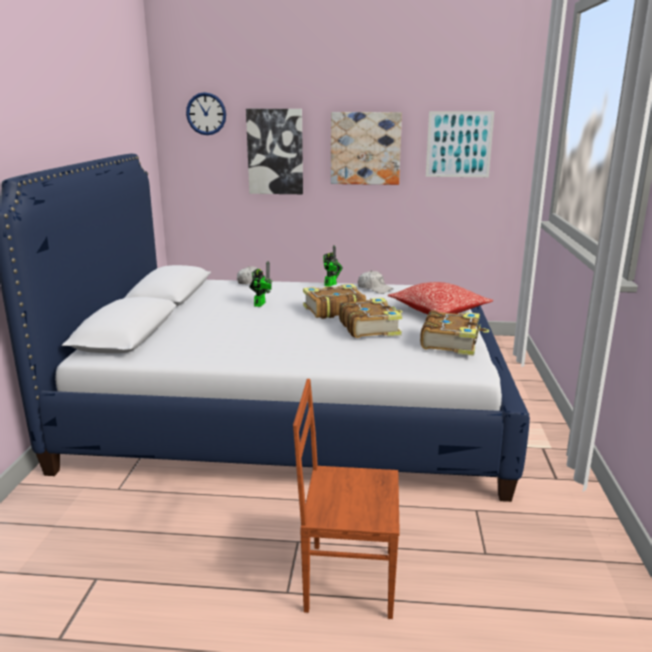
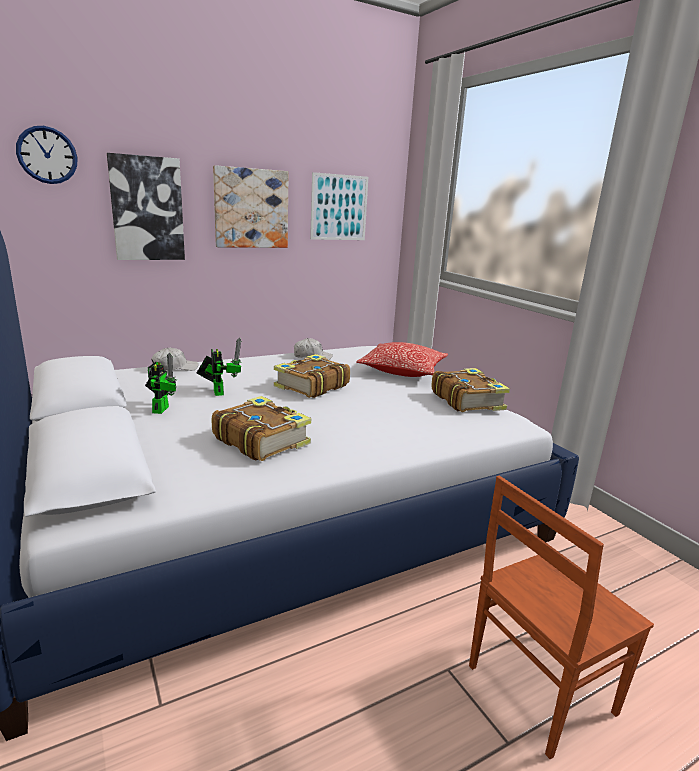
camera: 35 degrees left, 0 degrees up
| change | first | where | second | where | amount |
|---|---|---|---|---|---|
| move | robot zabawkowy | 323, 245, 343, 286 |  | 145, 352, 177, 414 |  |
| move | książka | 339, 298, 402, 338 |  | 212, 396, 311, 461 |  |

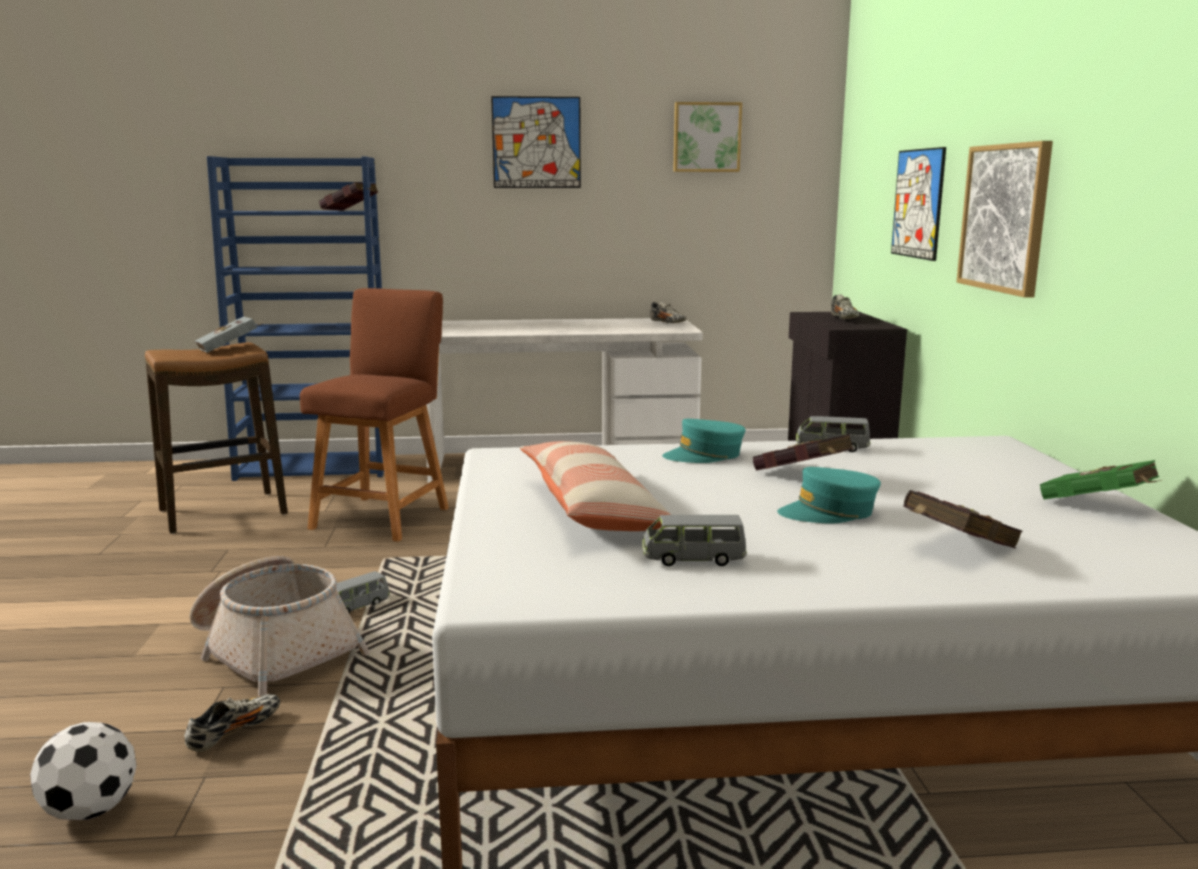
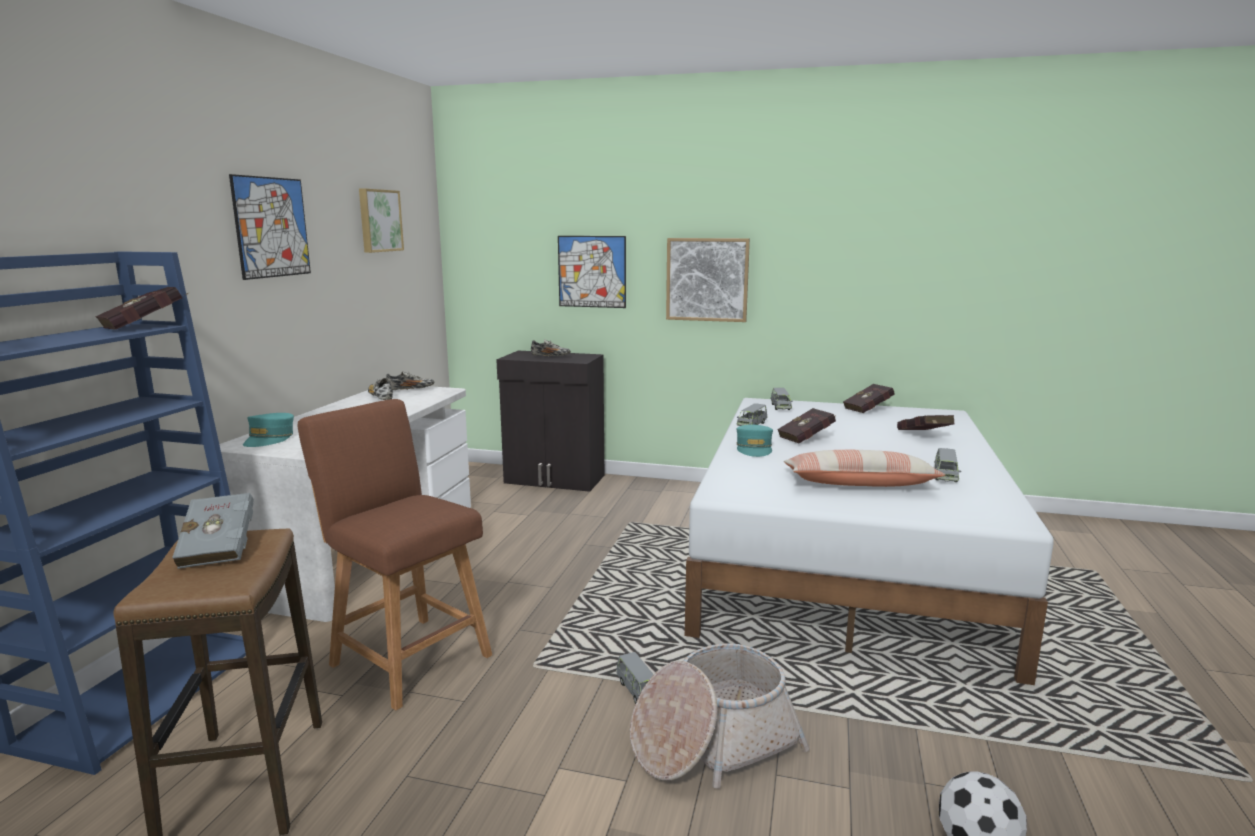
camera: 70 degrees left, 0 degrees up
| change | first | where | second | where | amount |
|---|---|---|---|---|---|
| insert |  |  | samochodzik [szary] | 771, 388, 793, 410 |  |
| move | but | 185, 694, 280, 752 |  | 368, 378, 393, 400 |  |
| move | czapka z daszkiem [turkusowy] | 777, 467, 881, 524 |  | 243, 413, 294, 447 |  |
| recolor | książka [zielony] | 1040, 460, 1163, 499 | książka [czerwony] | 843, 384, 895, 413 |  |

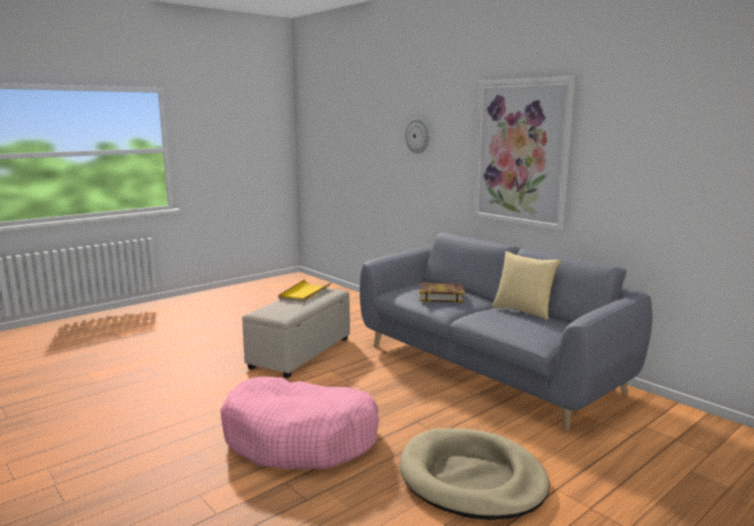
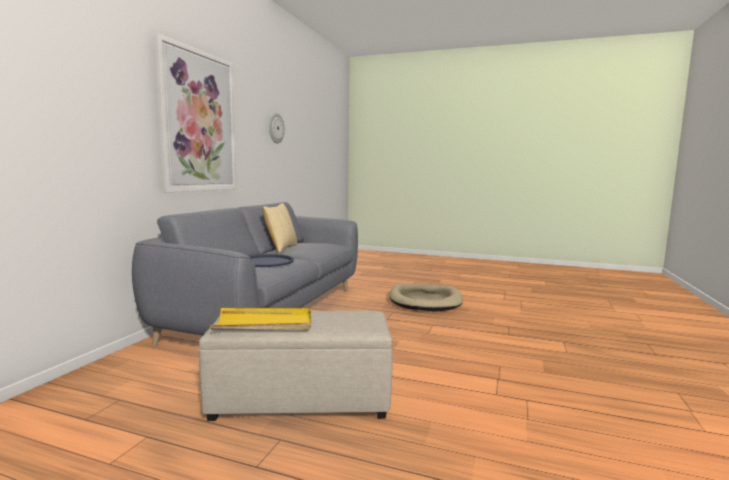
camera: 120 degrees left, 5 degrees down
| change | first | where | second | where | amount |
|---|---|---|---|---|---|
| delete | legowisko [różowy] | 220, 377, 379, 469 |  |  |  |
| move | zegar ścienny | 405, 119, 429, 154 |  | 269, 113, 285, 143 |  |
| replace | książka | 419, 283, 465, 303 | taca [niebieski] | 249, 254, 294, 267 |  |

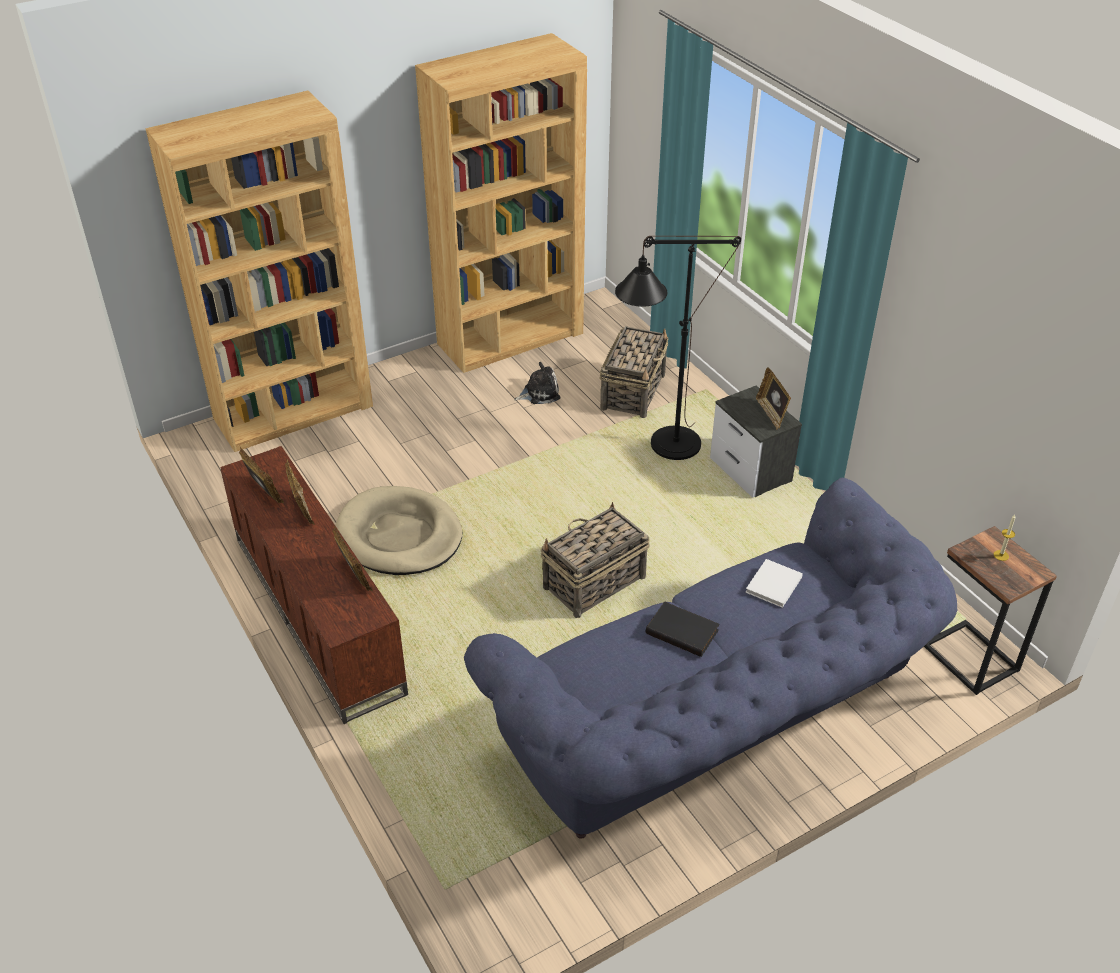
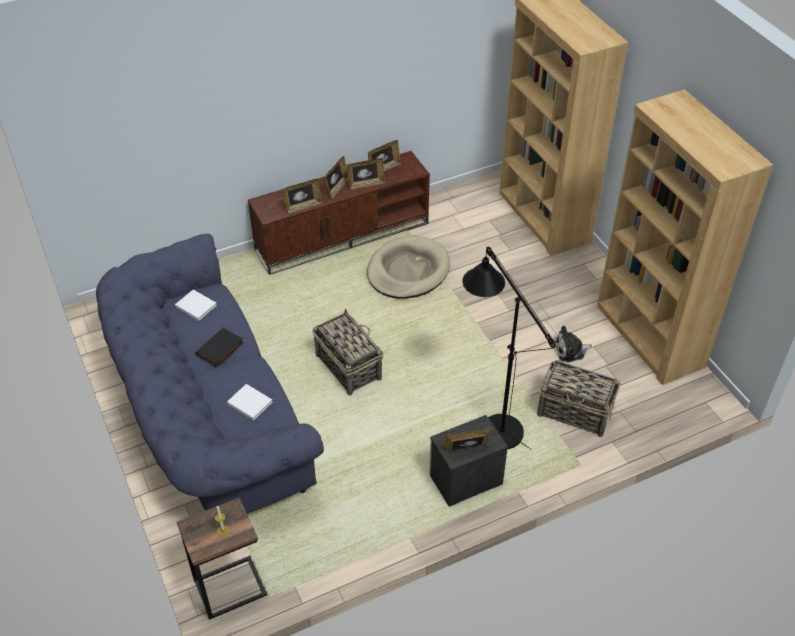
camera: 95 degrees right, 5 degrees up
| change | first | where | second | where | amount |
|---|---|---|---|---|---|
| insert |  |  | książka [biały] | 175, 290, 217, 321 |  |
| insert |  |  | ramka na zdjęcie | 325, 156, 348, 199 |  |
| rotate | pluszak | 514, 362, 561, 404 |  | 555, 325, 592, 362 | 90 degrees clockwise |

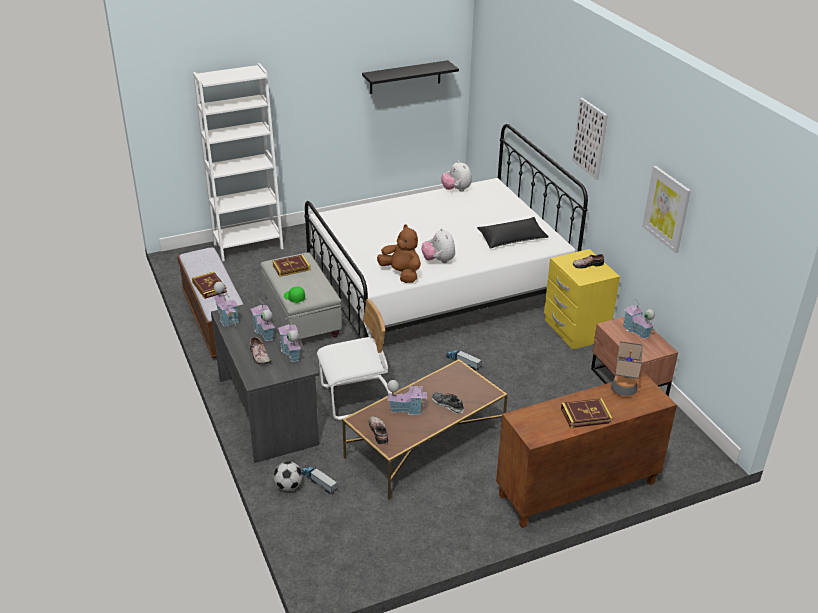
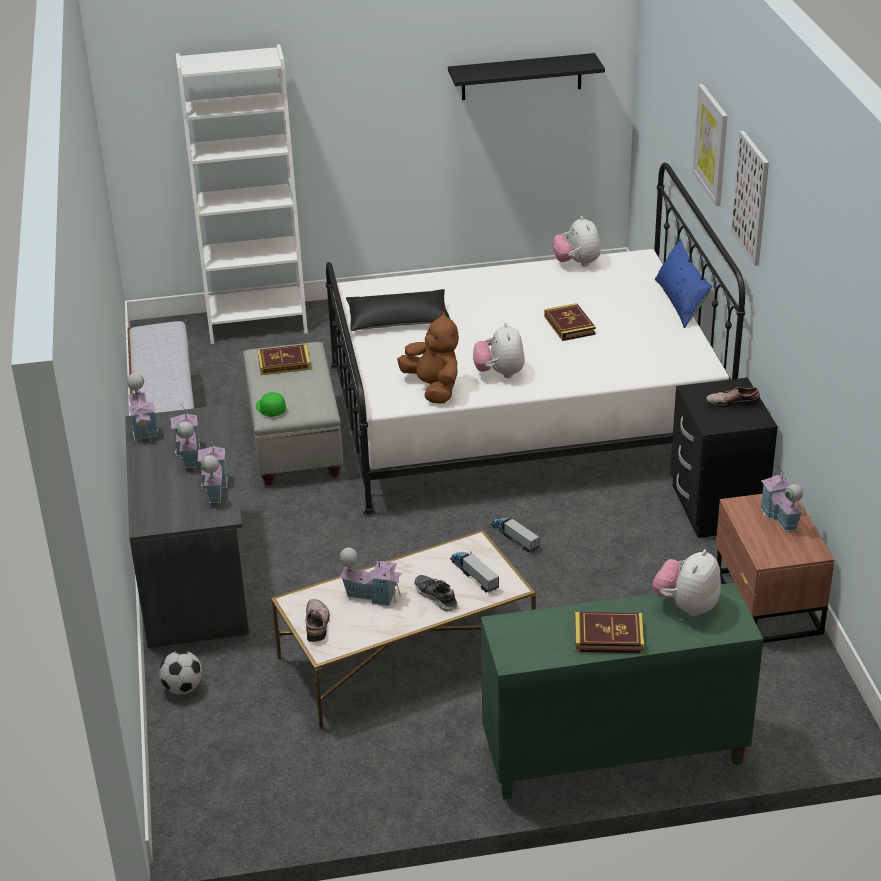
camera: 15 degrees right, 0 degrees up
| change | first | where | second | where | amount |
|---|---|---|---|---|---|
| delete | but | 250, 337, 271, 365 |  |  |  |
| delete | krzesło [biały] | 317, 299, 392, 420 |  |  |  |
| insert |  |  | poduszka [niebieski] | 655, 239, 712, 328 |  |
| move | książka | 192, 272, 227, 299 |  | 544, 303, 596, 341 |  |
| move | ciężarówka zabawkowa | 302, 467, 337, 494 |  | 450, 552, 499, 592 |  |
| move | poduszka [czarny] | 477, 217, 549, 248 |  | 346, 289, 450, 331 |  |
| move | obraz | 642, 166, 691, 253 |  | 692, 84, 727, 206 |  |
| replace | lampa stołowa | 611, 341, 643, 397 | pluszak | 652, 549, 721, 617 |  |
| recolor | ława [brązowy] | 342, 359, 508, 500 | ława [biały] | 271, 530, 536, 729 |  |
| recolor | szafka [brązowy] | 496, 373, 677, 528 | szafka [zielony] | 481, 583, 764, 800 |  |
| recolor | szafka nocna [żółty] | 544, 249, 620, 350 | szafka nocna [czarny] | 670, 377, 778, 538 |  |

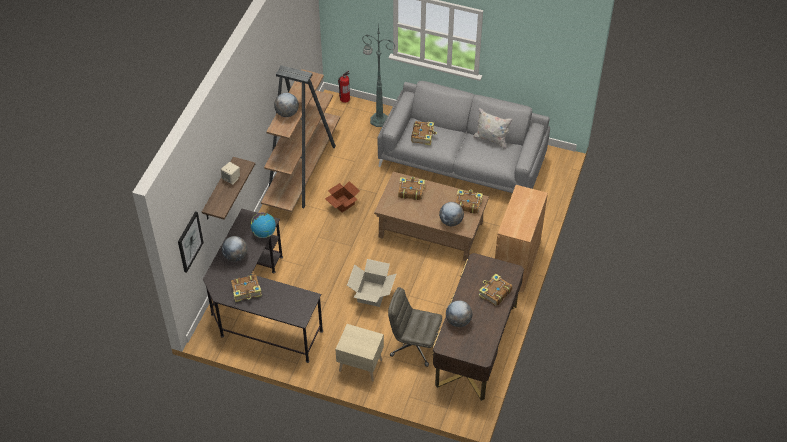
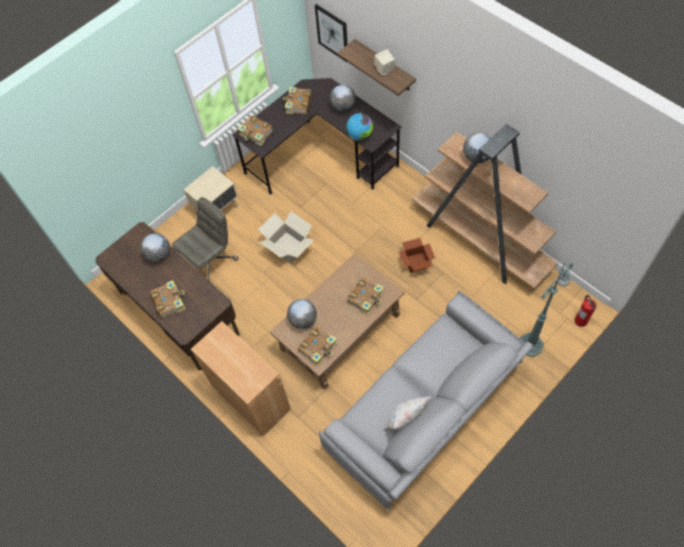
camera: 120 degrees right, 10 degrees up
| change | first | where | second | where | amount |
|---|---|---|---|---|---|
| move | książka | 411, 121, 437, 145 |  | 238, 115, 273, 146 |  |

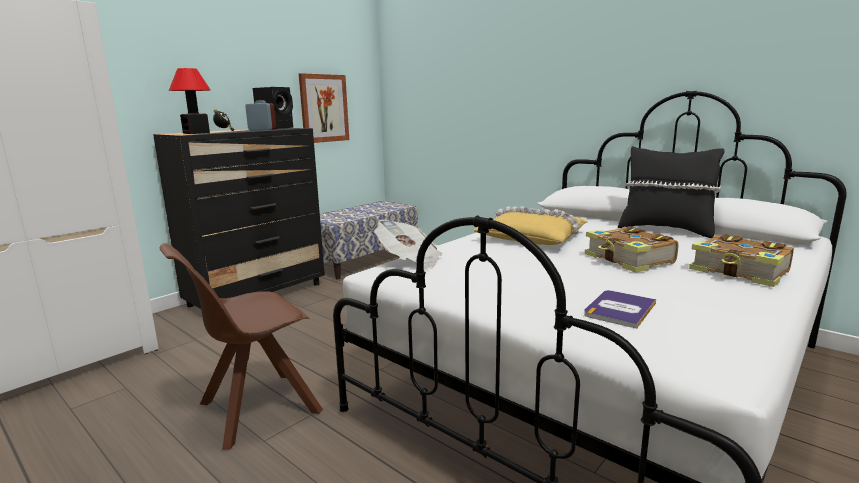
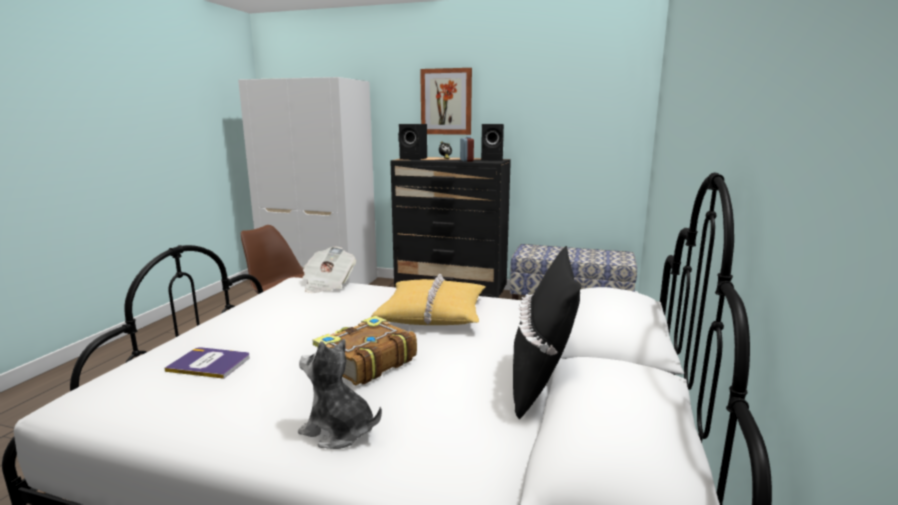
camera: 65 degrees right, 0 degrees up
| change | first | where | second | where | amount |
|---|---|---|---|---|---|
| move | obraz | 299, 73, 349, 143 |  | 420, 68, 472, 135 |  |
| replace | lampa stołowa | 169, 68, 211, 134 | głośnik [czarny] | 398, 124, 427, 160 |  |
| replace | książka | 689, 234, 794, 287 | pluszak | 298, 339, 382, 449 |  |

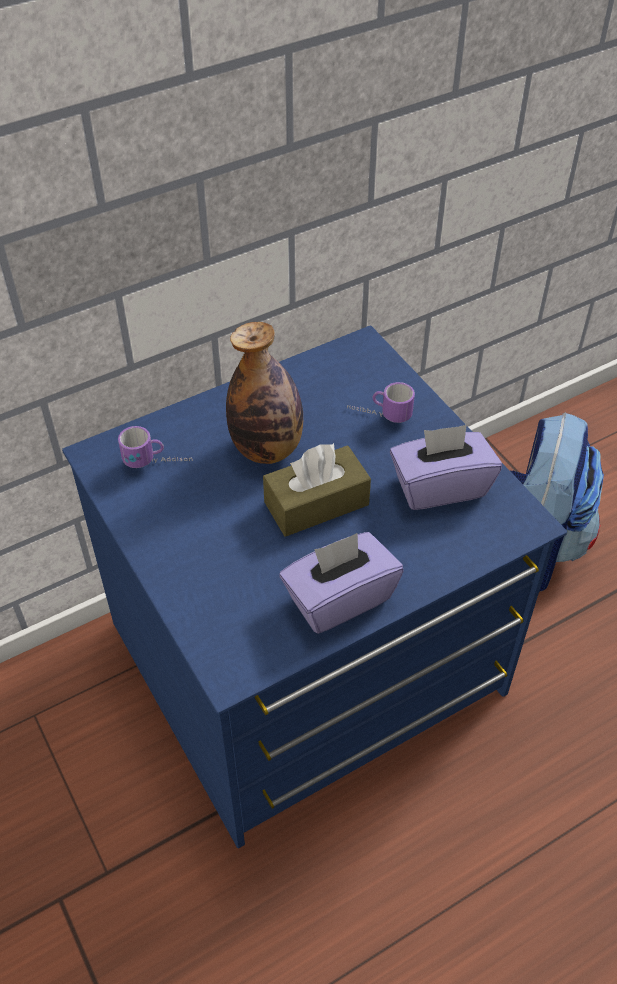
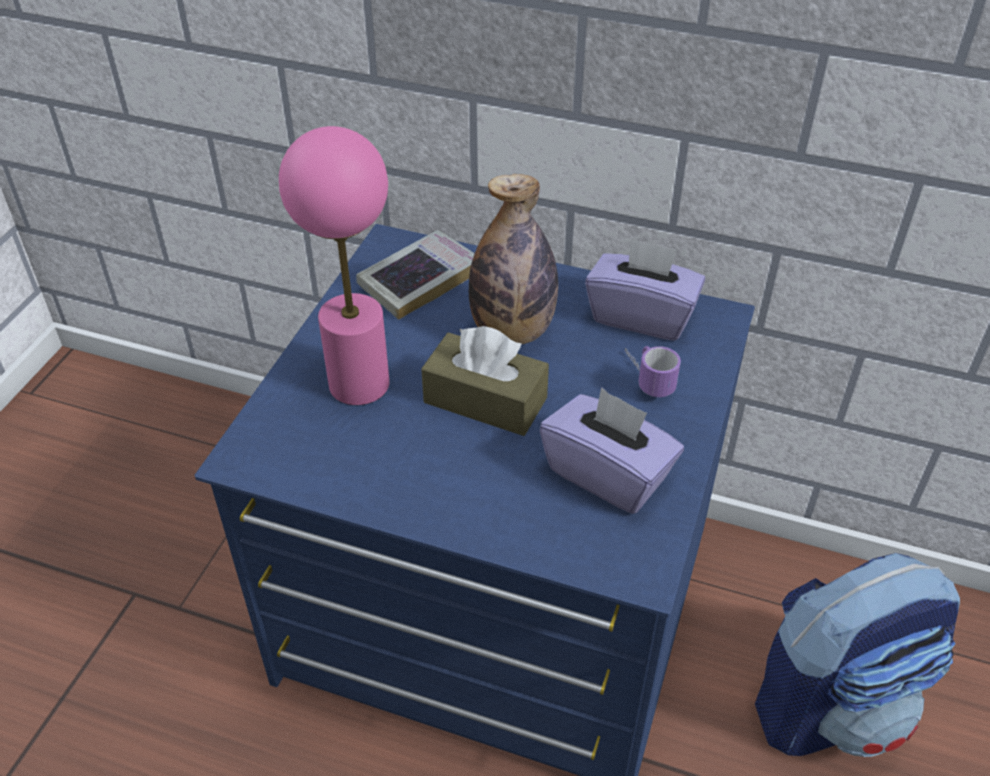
camera: 50 degrees right, 5 degrees down
| change | first | where | second | where | amount |
|---|---|---|---|---|---|
| insert |  |  | lampa stołowa [różowy] | 279, 126, 390, 405 |  |
| move | pudełko chusteczek [fioletowy] | 280, 532, 404, 634 |  | 585, 237, 705, 341 |  |
| replace | kubek | 118, 426, 193, 468 | książka | 356, 230, 475, 320 |  |

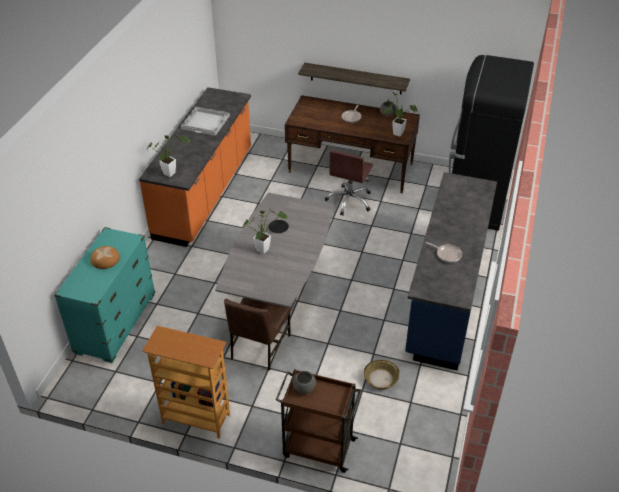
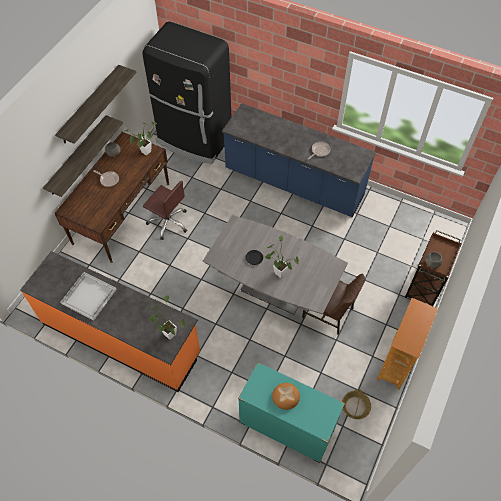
camera: 80 degrees left, 15 degrees up
| change | first | where | second | where | amount |
|---|---|---|---|---|---|
| insert |  |  | półka | 55, 65, 137, 144 |  |
| move | koszyk | 364, 360, 399, 390 |  | 342, 389, 371, 419 |  |

